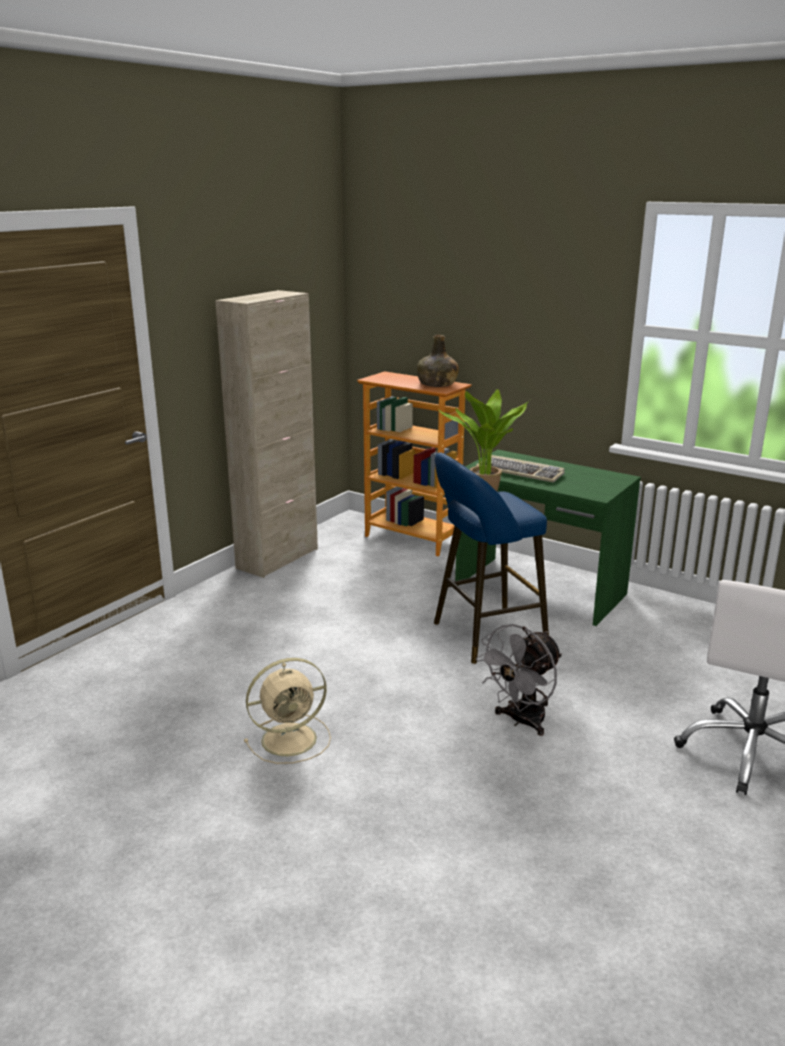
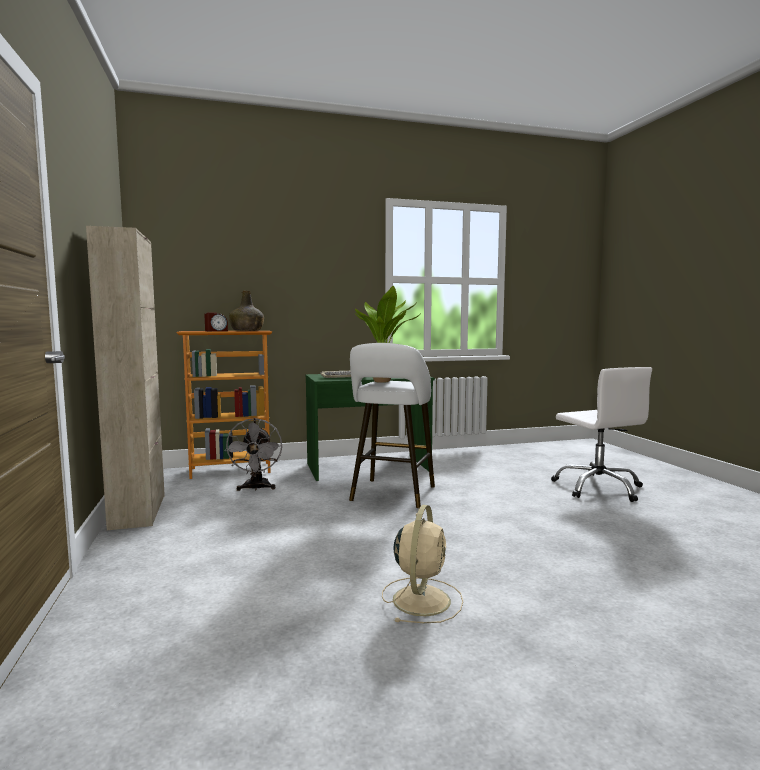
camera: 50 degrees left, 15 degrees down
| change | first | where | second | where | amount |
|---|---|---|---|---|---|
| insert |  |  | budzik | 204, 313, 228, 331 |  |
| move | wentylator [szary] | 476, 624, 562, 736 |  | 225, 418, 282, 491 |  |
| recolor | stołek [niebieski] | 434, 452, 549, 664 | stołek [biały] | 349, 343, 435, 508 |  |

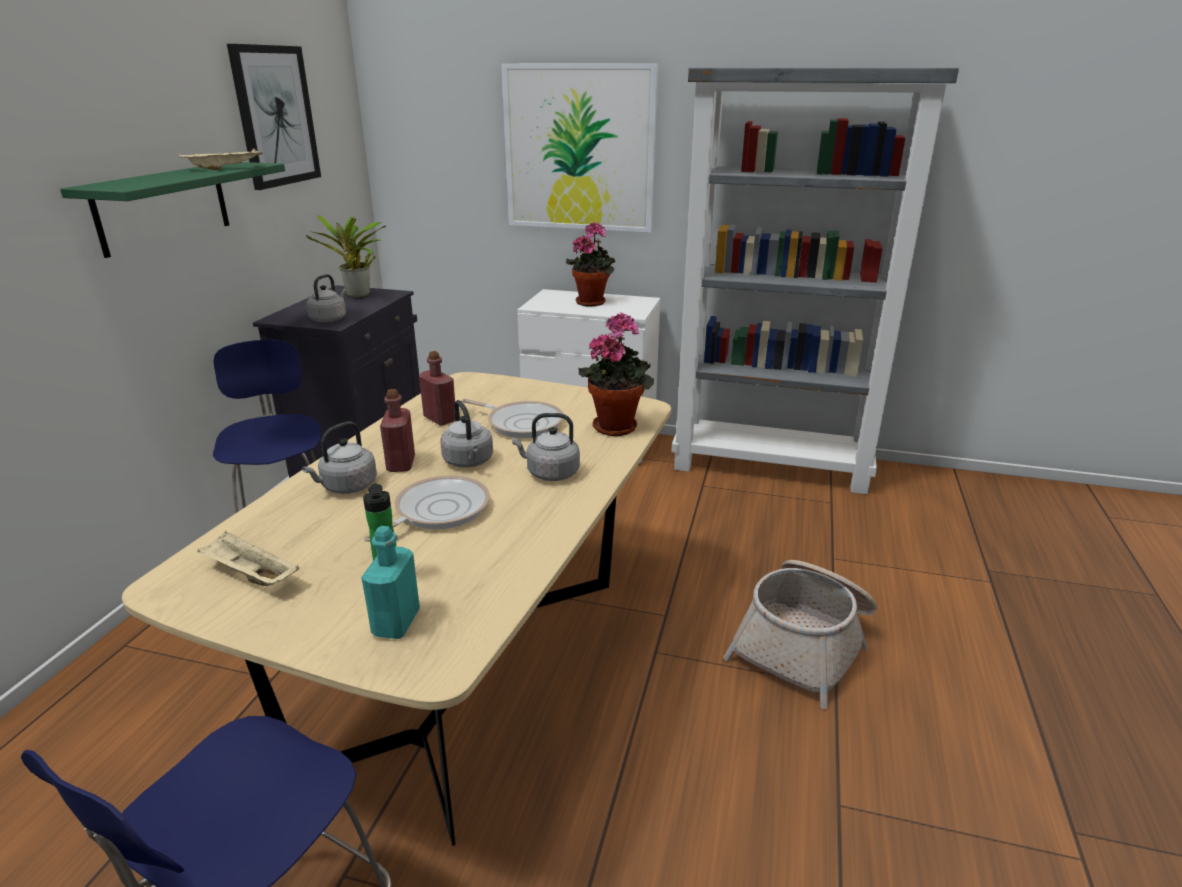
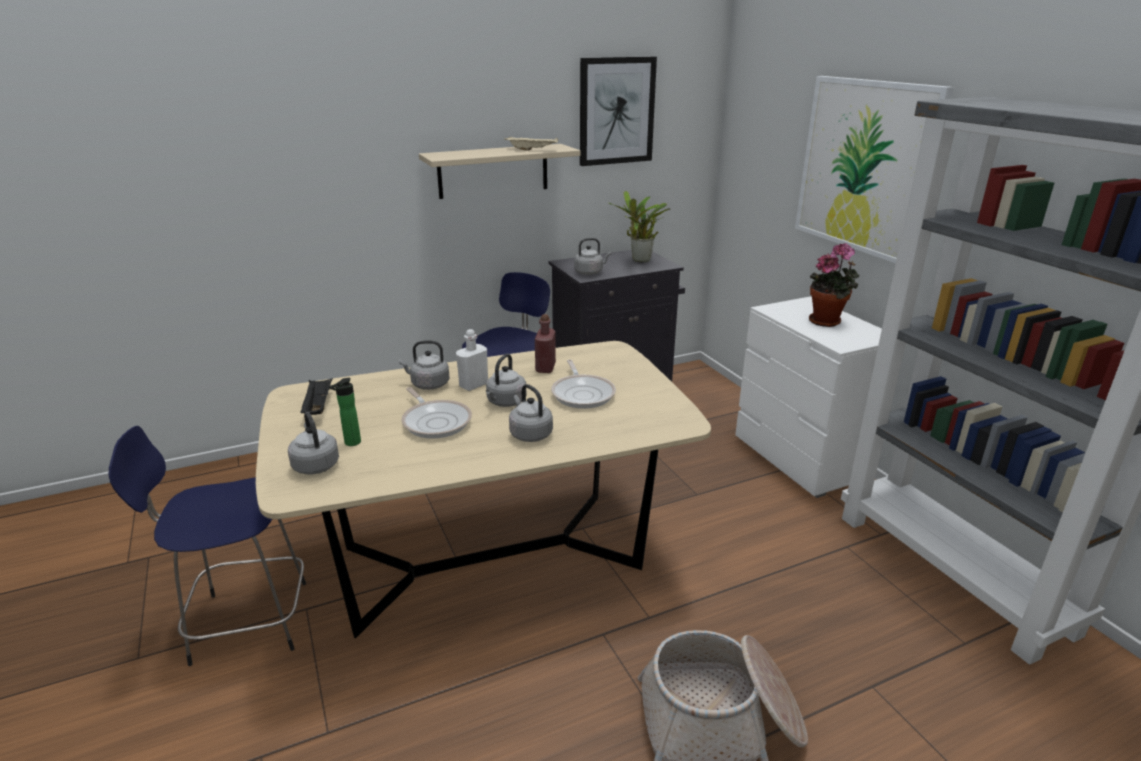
camera: 50 degrees right, 0 degrees up
| change | first | where | second | where | amount |
|---|---|---|---|---|---|
| delete | roślina doniczkowa | 579, 312, 654, 436 |  |  |  |
| replace | butelka [turkusowy] | 361, 526, 420, 639 | czajnik [szary] | 288, 412, 339, 475 |  |
| recolor | półka [zielony] | 60, 162, 285, 258 | półka [beżowy] | 419, 144, 581, 199 |  |
| recolor | taca [beżowy] | 197, 530, 300, 586 | taca [czarny] | 301, 378, 333, 415 |  |
| recolor | butelka [czerwony] | 380, 389, 415, 472 | butelka [biały] | 456, 329, 488, 391 |  |
| rotate | patelnia | 364, 475, 490, 542 |  | 402, 387, 472, 439 | 60 degrees clockwise |

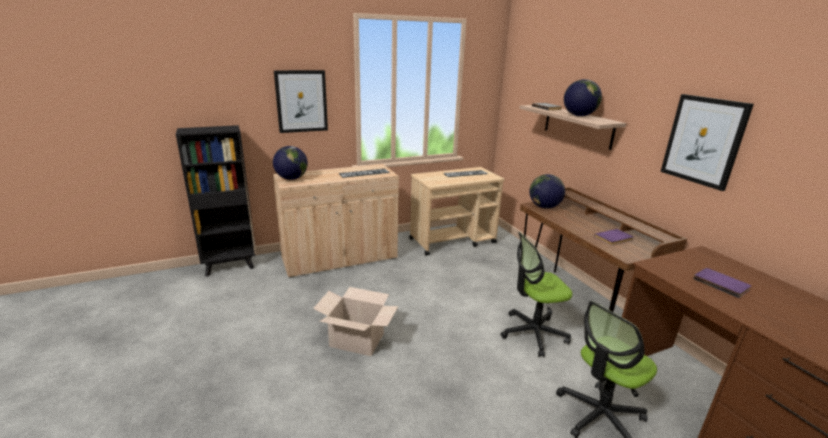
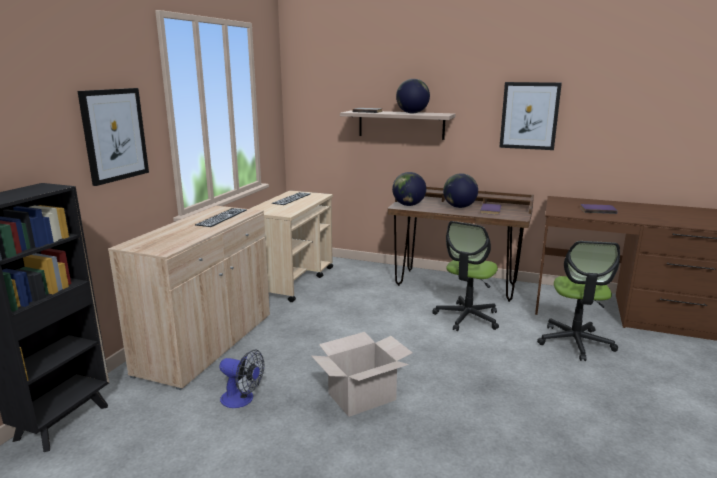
camera: 45 degrees left, 5 degrees down
| change | first | where | second | where | amount |
|---|---|---|---|---|---|
| insert |  |  | wentylator | 220, 350, 264, 408 |  |
| move | globus | 273, 146, 308, 180 |  | 443, 173, 478, 208 |  |

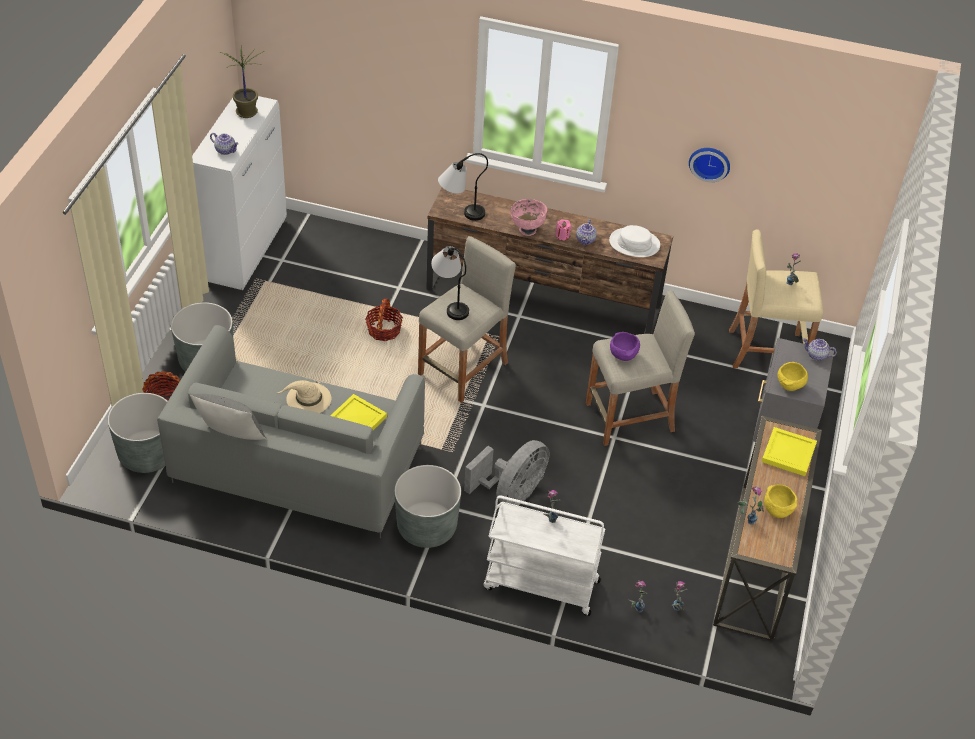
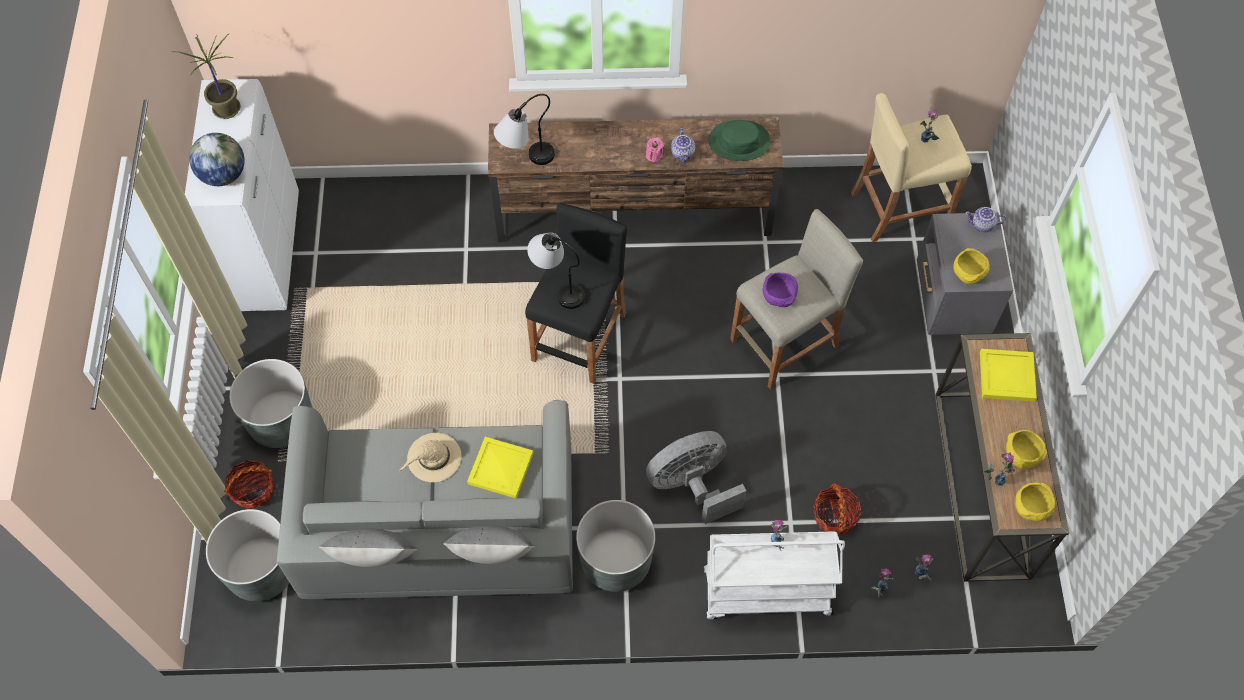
camera: 15 degrees left, 15 degrees up
| change | first | where | second | where | amount |
|---|---|---|---|---|---|
| delete | miska [różowy] | 511, 199, 547, 236 |  |  |  |
| delete | zegar ścienny | 689, 148, 730, 183 |  |  |  |
| insert |  |  | poduszka [szary] | 444, 525, 535, 564 |  |
| insert |  |  | miska [żółty] | 1015, 483, 1055, 521 |  |
| move | koszyk | 365, 299, 403, 341 |  | 813, 483, 862, 535 |  |
| replace | imbryk | 210, 133, 239, 155 | globus | 189, 133, 245, 186 |  |
| recolor | stołek [beżowy] | 418, 236, 516, 403 | stołek [czarny] | 525, 203, 627, 384 |  |
| recolor | kapelusz [biały] | 609, 225, 660, 257 | kapelusz [zielony] | 709, 120, 770, 161 |  |
| rotate | wentylator [szary] | 464, 440, 549, 505 |  | 646, 431, 746, 524 | 135 degrees counterclockwise |

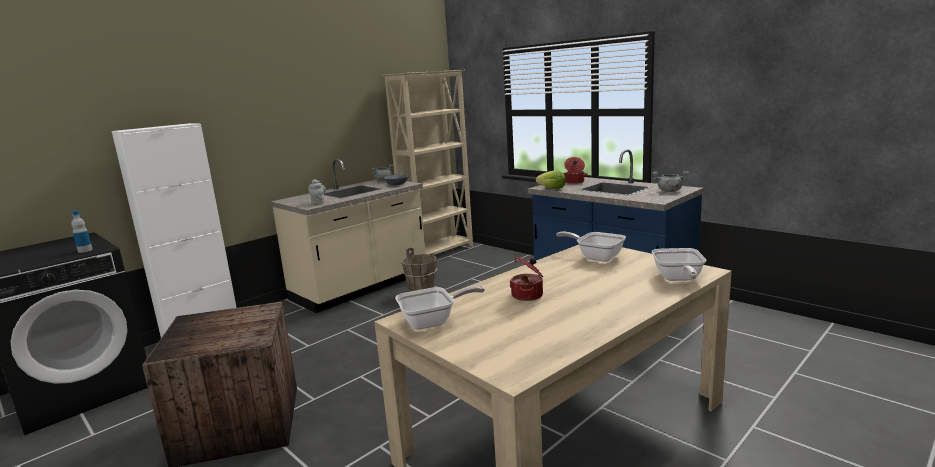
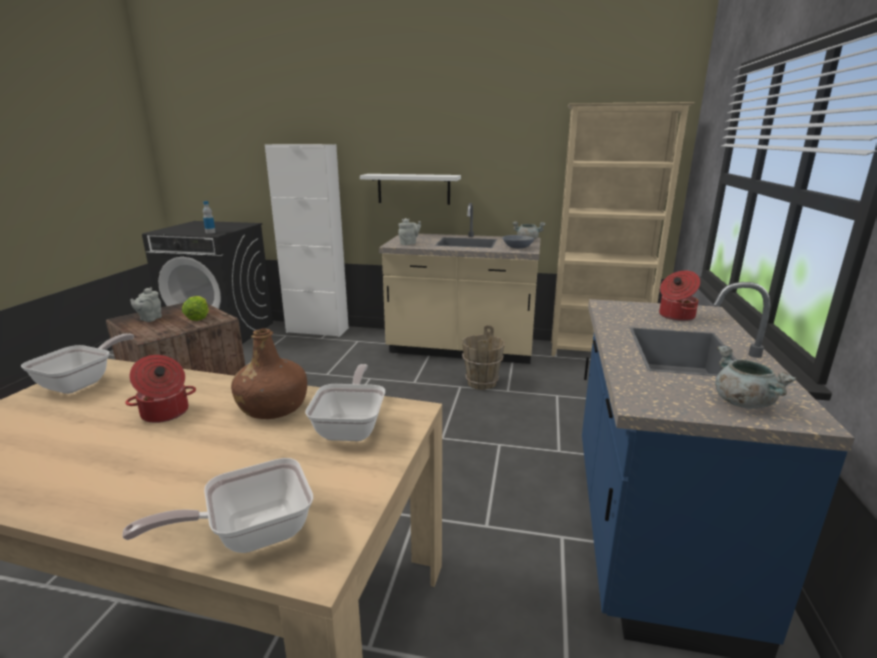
camera: 55 degrees right, 5 degrees up
| change | first | where | second | where | amount |
|---|---|---|---|---|---|
| insert |  |  | imbryk [szary] | 130, 287, 162, 322 |  |
| insert |  |  | butelka [brązowy] | 231, 328, 307, 419 |  |
| insert |  |  | półka [biały] | 360, 174, 461, 205 |  |
| move | sałata | 536, 171, 566, 189 |  | 182, 296, 209, 321 |  |
| rotate | patelnia | 395, 286, 485, 330 |  | 21, 333, 134, 394 | 105 degrees counterclockwise |

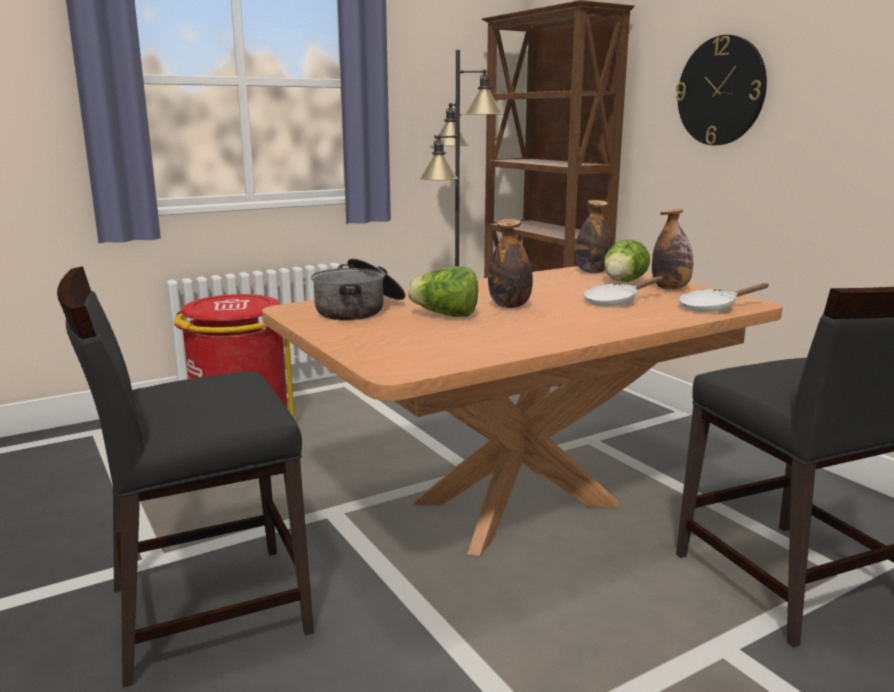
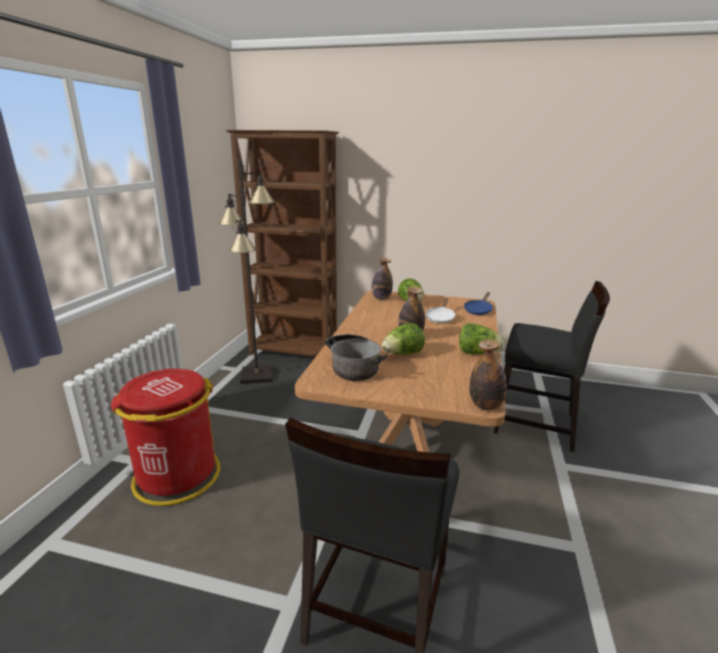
camera: 45 degrees left, 5 degrees up
| change | first | where | second | where | amount |
|---|---|---|---|---|---|
| delete | zegar ścienny | 676, 35, 767, 145 |  |  |  |
| insert |  |  | sałata | 459, 323, 504, 354 |  |
| move | butelka | 652, 209, 693, 290 |  | 470, 339, 507, 410 |  |
| recolor | patelnia [biały] | 679, 283, 769, 312 | patelnia [niebieski] | 464, 292, 493, 315 |  |

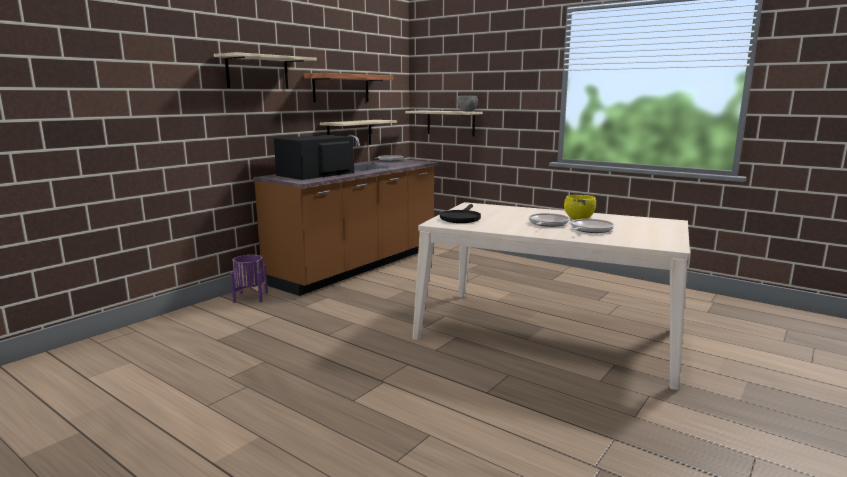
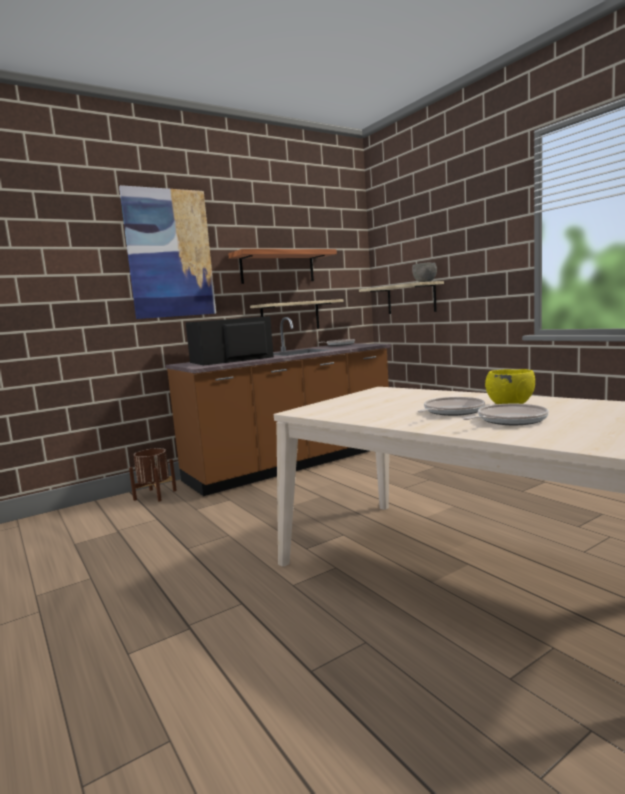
camera: 20 degrees right, 5 degrees down
| change | first | where | second | where | amount |
|---|---|---|---|---|---|
| delete | patelnia [czarny] | 440, 204, 481, 223 |  |  |  |
| replace | półka | 214, 52, 317, 89 | obraz | 119, 185, 216, 319 |  |
| recolor | donica [fioletowy] | 230, 255, 268, 303 | donica [brązowy] | 129, 448, 177, 502 |  |

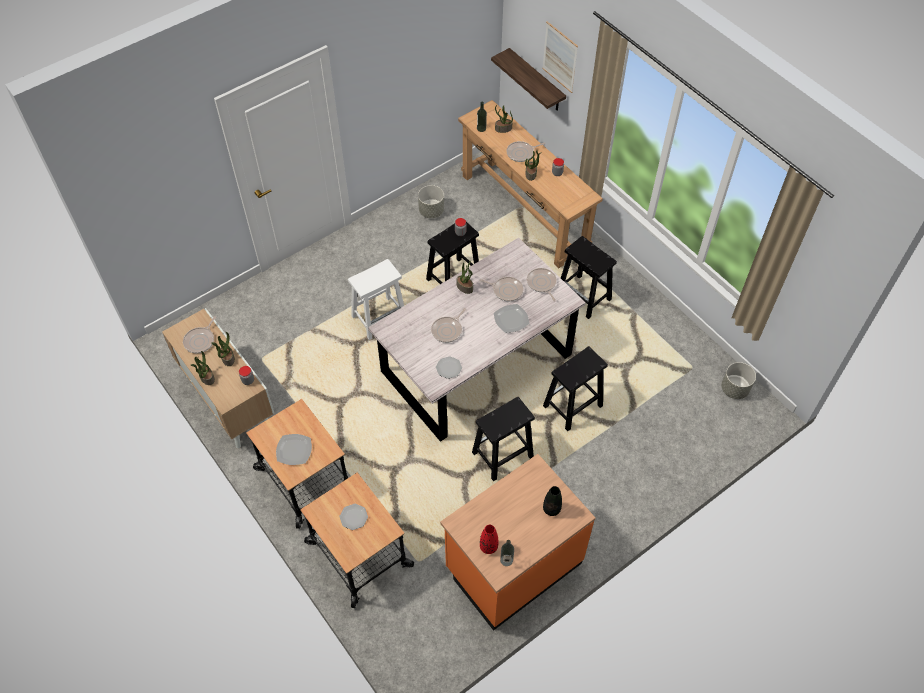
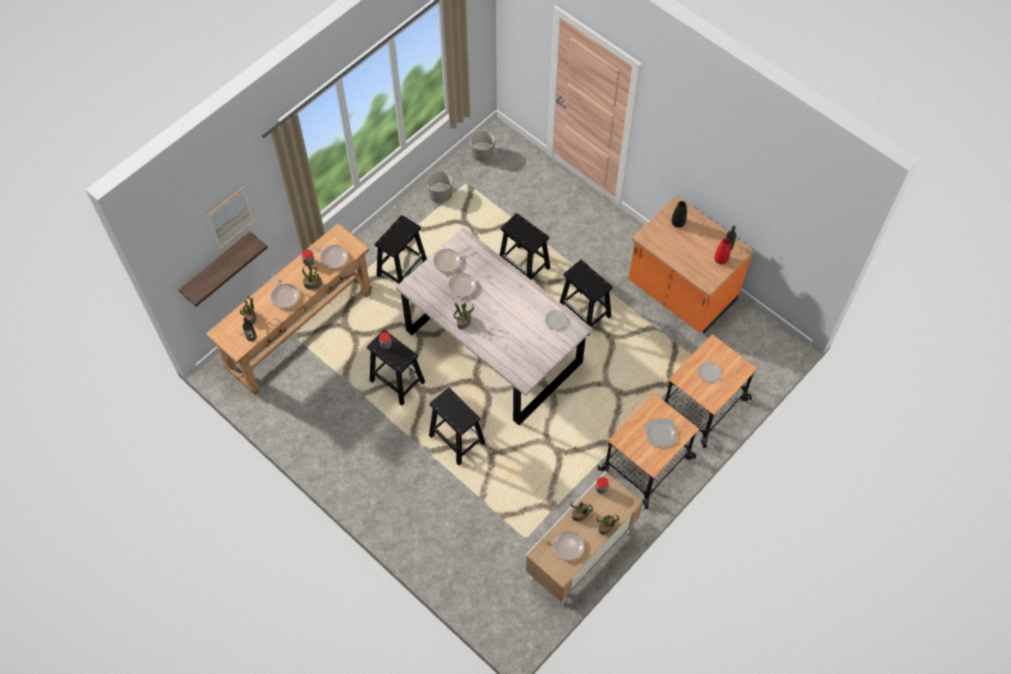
camera: 100 degrees left, 5 degrees up
| change | first | where | second | where | amount |
|---|---|---|---|---|---|
| delete | talerz | 494, 304, 530, 333 |  |  |  |
| move | donica [szary] | 418, 185, 444, 218 |  | 427, 171, 453, 203 |  |
| move | patelnia | 431, 308, 466, 343 |  | 310, 244, 348, 269 |  |
| recolor | stołek [biały] | 348, 259, 404, 340 | stołek [czarny] | 429, 388, 485, 465 |  |

